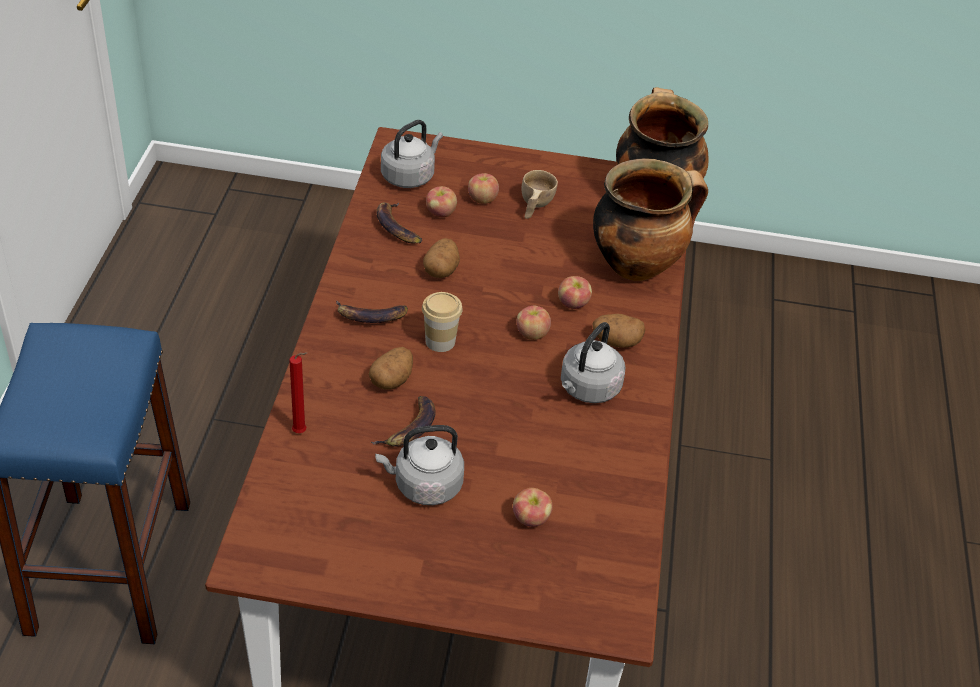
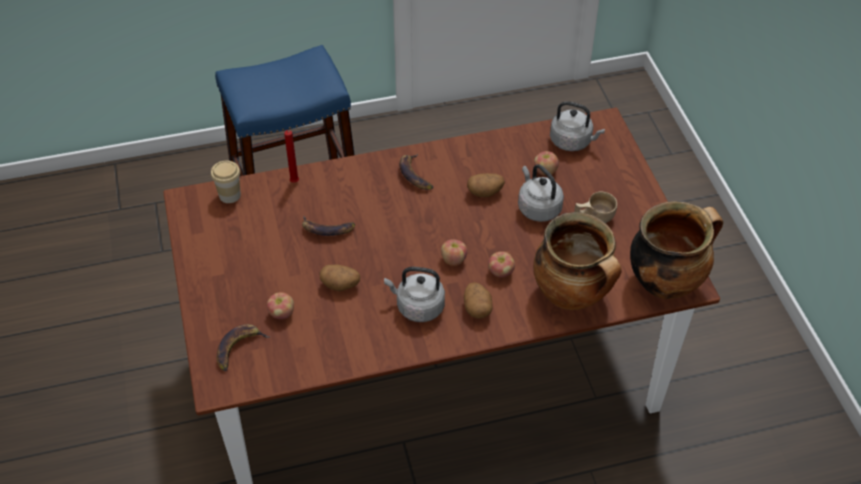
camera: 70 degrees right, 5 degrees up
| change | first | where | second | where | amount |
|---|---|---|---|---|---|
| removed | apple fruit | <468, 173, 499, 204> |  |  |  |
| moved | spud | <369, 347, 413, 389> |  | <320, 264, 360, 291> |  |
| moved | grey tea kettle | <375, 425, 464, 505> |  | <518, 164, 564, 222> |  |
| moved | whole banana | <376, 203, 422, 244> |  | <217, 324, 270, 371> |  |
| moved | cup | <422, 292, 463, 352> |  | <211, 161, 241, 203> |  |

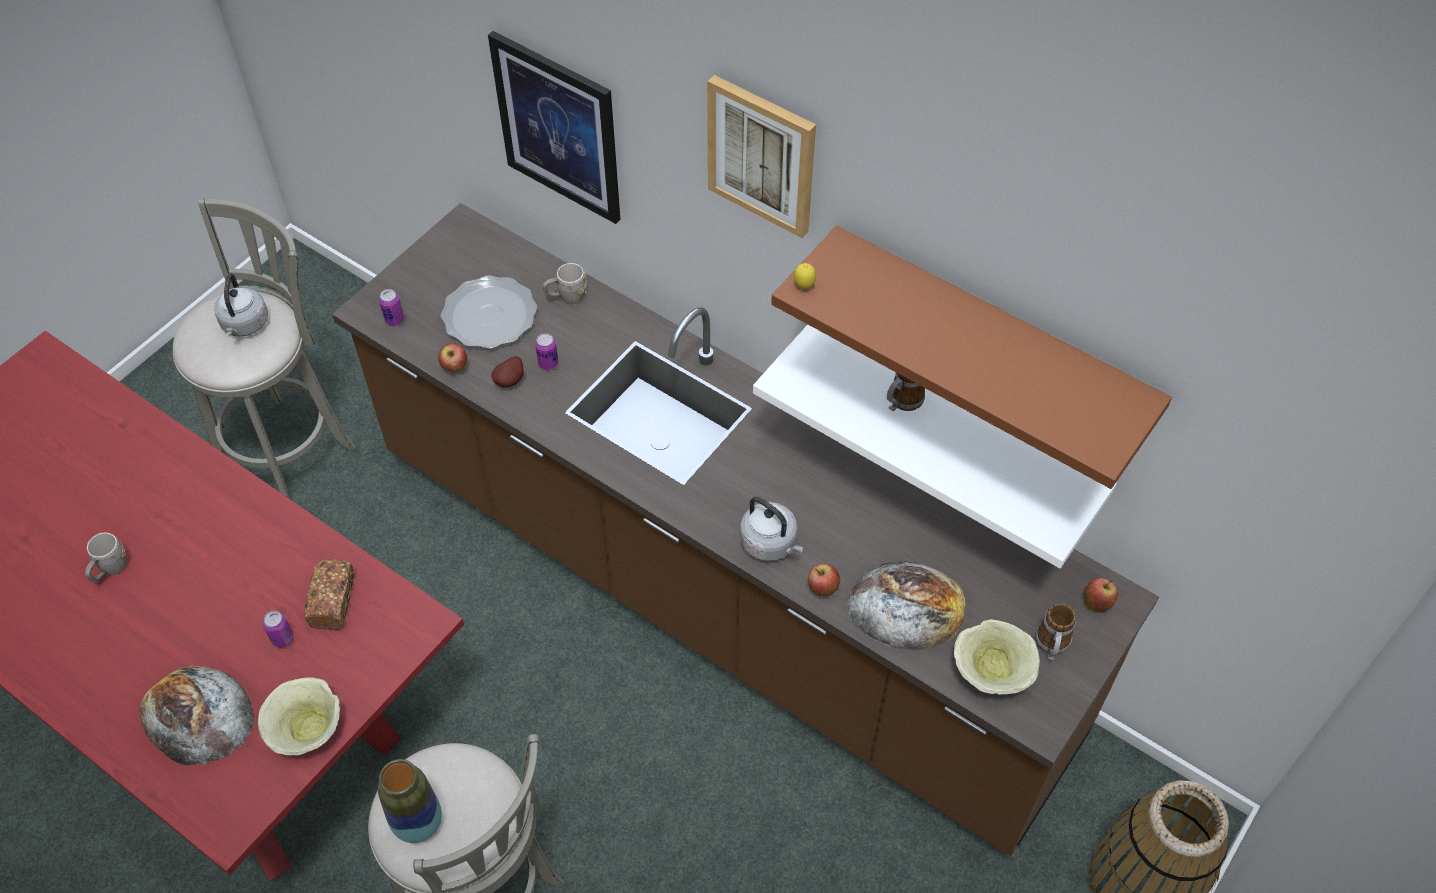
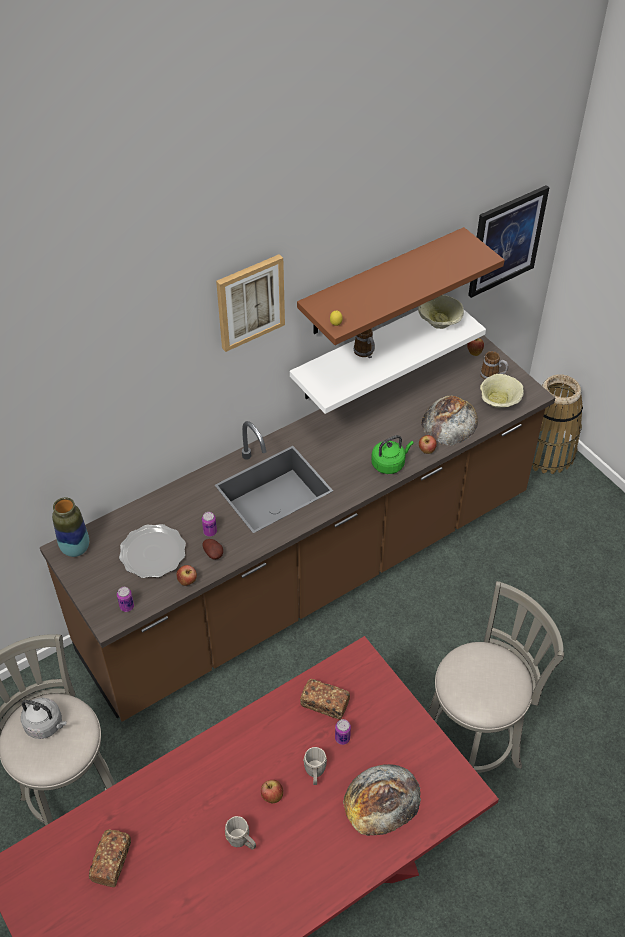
camera: 70 degrees left, 5 degrees down
| change | first | where | second | where | amount |
|---|---|---|---|---|---|
| added |  |  | bread | <89, 829, 131, 887> |  |
| added |  |  | apple fruit | <261, 780, 283, 803> |  |
| moved | beige-coloured bowl | <258, 677, 340, 755> |  | <418, 295, 464, 329> |  |
| moved | vase | <378, 759, 442, 843> |  | <52, 497, 89, 557> |  |
| moved | wall picture | <488, 31, 620, 224> |  | <468, 185, 550, 298> |  |
| moved | grey tea mug | <543, 263, 587, 304> |  | <303, 747, 327, 785> |  |
| recoloured | grey tea kettle | <740, 497, 804, 561> | greenish tea kettle | <371, 435, 414, 474> |  |

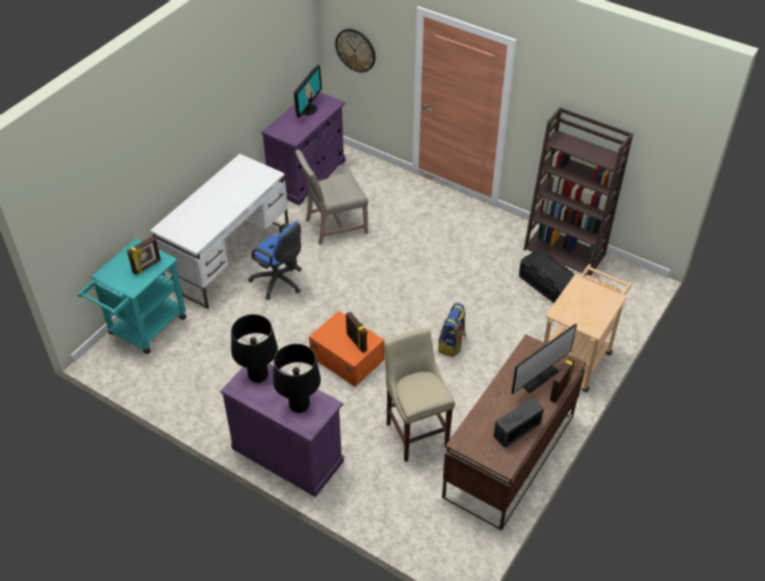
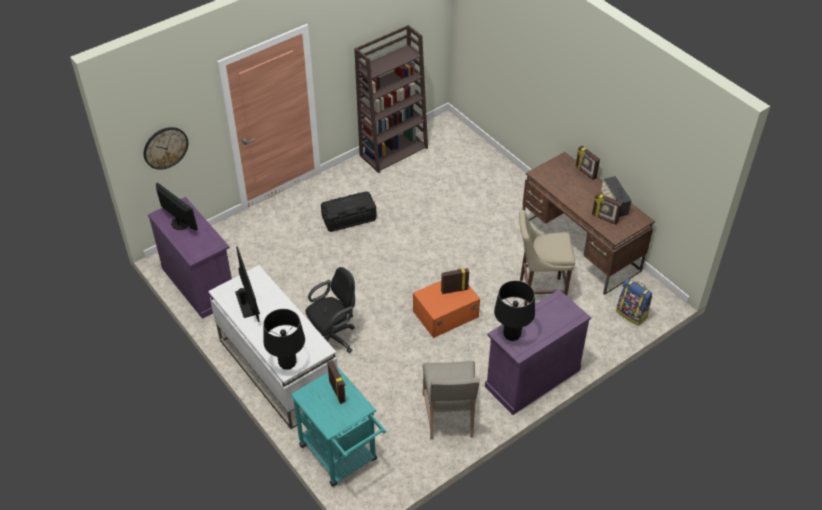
camera: 70 degrees left, 0 degrees up
| change | first | where | second | where | amount |
|---|---|---|---|---|---|
| removed | beige-coloured wheeled cart | <544, 264, 632, 393> |  |  |  |
| added |  |  | picture frame | <592, 193, 622, 225> |  |
| moved | black table lamp | <273, 344, 321, 413> |  | <263, 309, 305, 369> |  |
| moved | beige-coloured plain chair | <295, 150, 368, 245> |  | <423, 361, 480, 440> |  |
| moved | backpack | <438, 303, 466, 357> |  | <616, 278, 653, 326> |  |
| moved | monitor | <512, 323, 577, 394> |  | <235, 246, 260, 322> |  |
| moved | black storage container | <519, 249, 575, 303> |  | <321, 191, 377, 232> |  |
| recoloured | bluish computer chair | <248, 221, 302, 300> | black computer chair | <305, 267, 355, 353> |  |

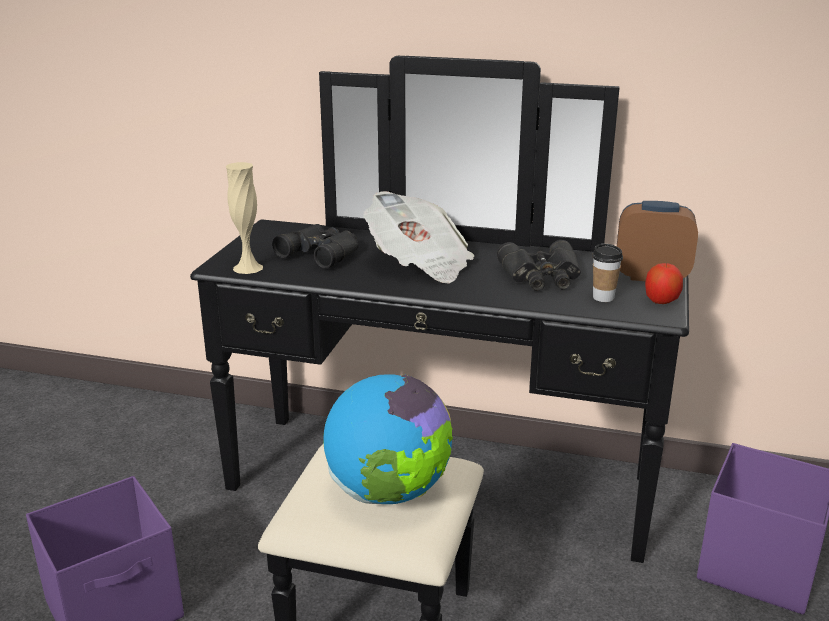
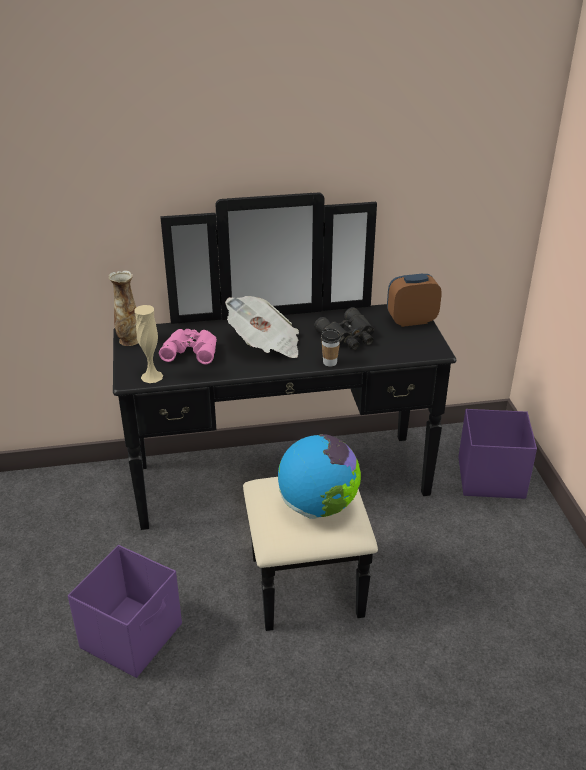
camera: 25 degrees left, 10 degrees up
| change | first | where | second | where | amount |
|---|---|---|---|---|---|
| removed | apple fruit | <645, 263, 683, 304> |  |  |  |
| added |  |  | vase | <108, 271, 138, 346> |  |
| moved | cup | <592, 244, 623, 302> |  | <321, 328, 341, 366> |  |
| recoloured | black binoculars | <272, 224, 359, 269> | pink-coloured binoculars | <159, 329, 217, 364> |  |

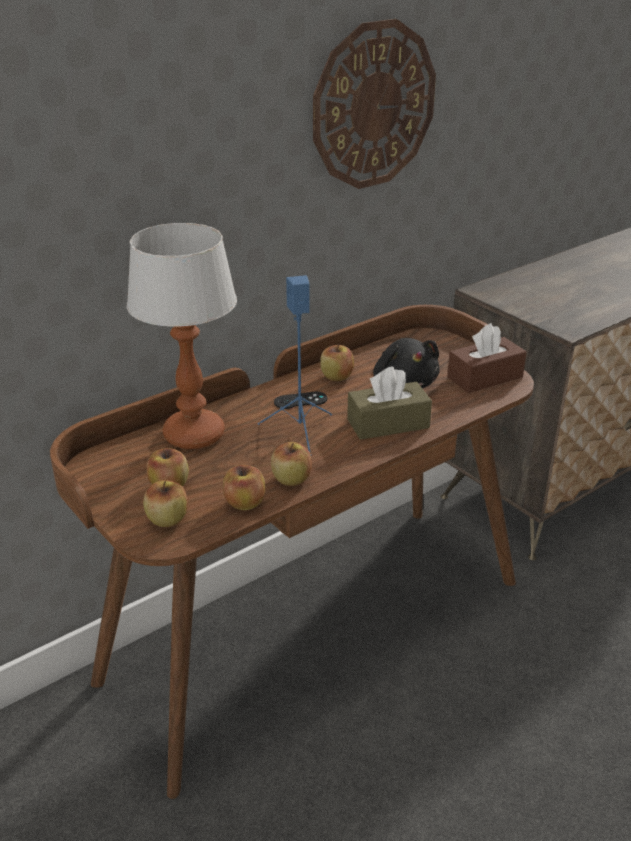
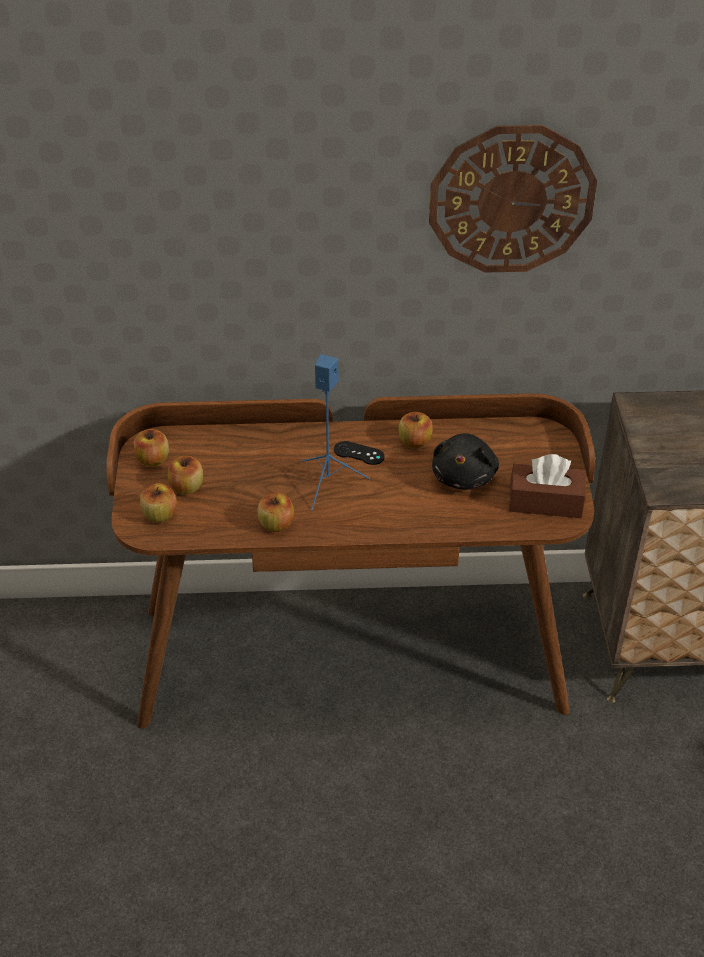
camera: 35 degrees right, 10 degrees up
| change | first | where | second | where | amount |
|---|---|---|---|---|---|
| removed | table lamp | <127, 223, 237, 449> |  |  |  |
| removed | brown tissue box | <347, 366, 432, 440> |  |  |  |
| moved | apple fruit | <223, 465, 265, 510> |  | <134, 429, 169, 467> |  |

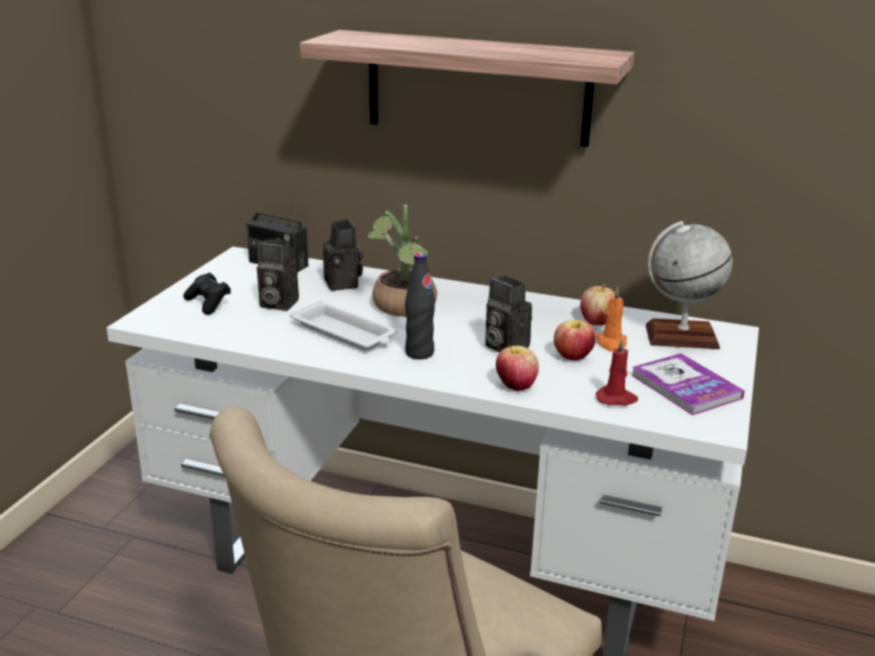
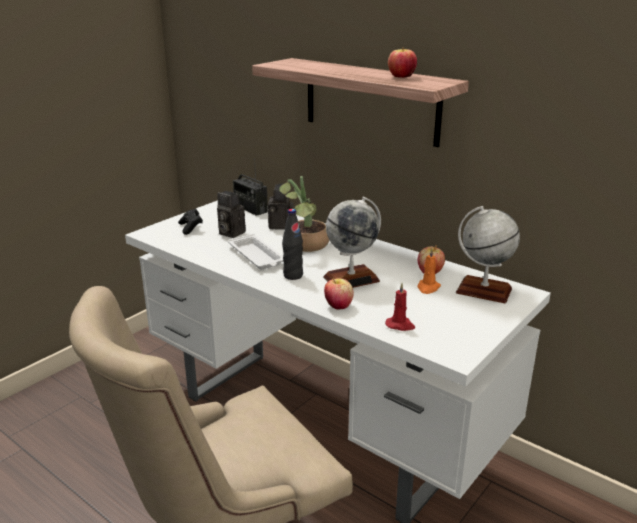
camera: 20 degrees right, 0 degrees up
| change | first | where | second | where | amount |
|---|---|---|---|---|---|
| removed | book | <631, 353, 745, 415> |  |  |  |
| moved | apple fruit | <554, 320, 596, 360> |  | <388, 48, 417, 78> |  |
| replaced | photo camera | <485, 276, 532, 352> | desk globe | <323, 197, 381, 288> |  |

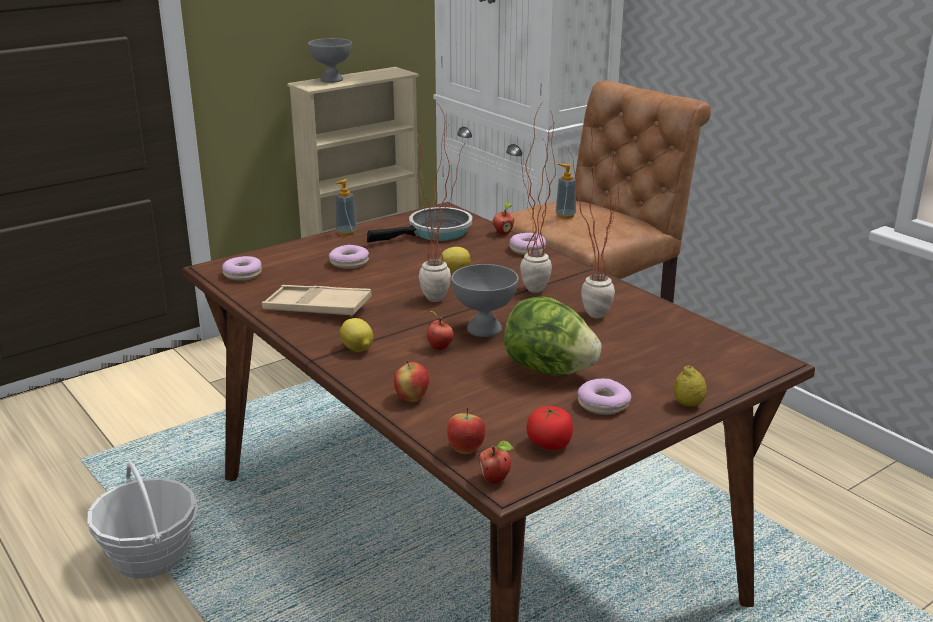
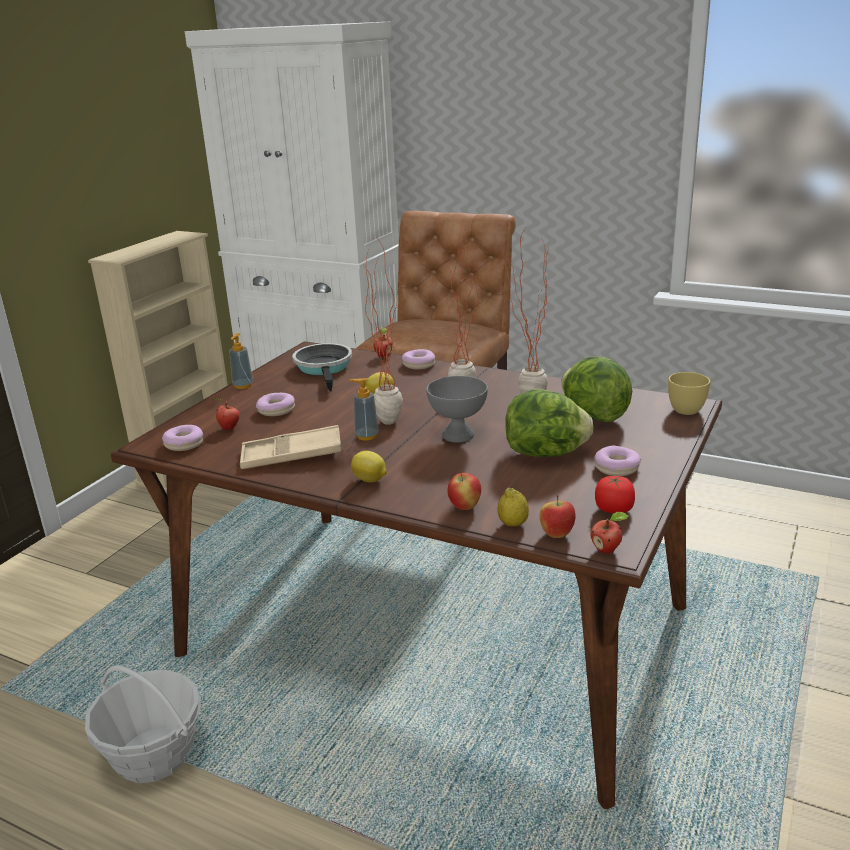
camera: 25 degrees left, 0 degrees up
| change | first | where | second | where | amount |
|---|---|---|---|---|---|
| removed | grey bowl | <308, 38, 352, 83> |  |  |  |
| added |  |  | head of lettuce | <561, 357, 632, 422> |  |
| added |  |  | yellow-coloured cup | <668, 372, 710, 415> |  |
| moved | apple fruit | <427, 311, 454, 350> |  | <210, 399, 240, 430> |  |
| moved | soap dispenser | <556, 163, 576, 219> |  | <350, 378, 379, 441> |  |
| moved | whole lemon | <674, 365, 707, 407> |  | <498, 488, 529, 527> |  |
| turned | frying pan | <367, 207, 473, 243> |  | <292, 343, 352, 391> | 45 degrees counterclockwise |

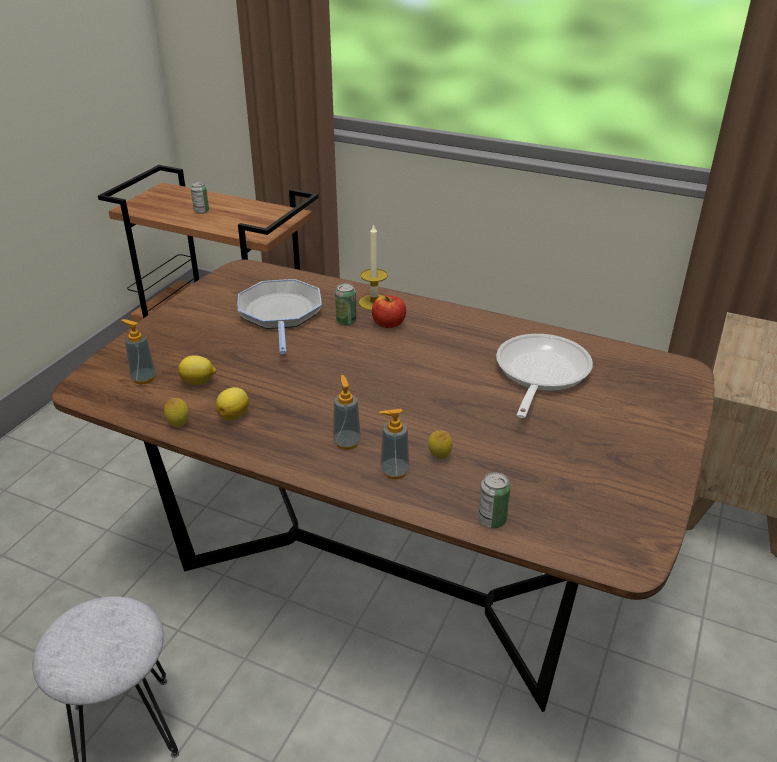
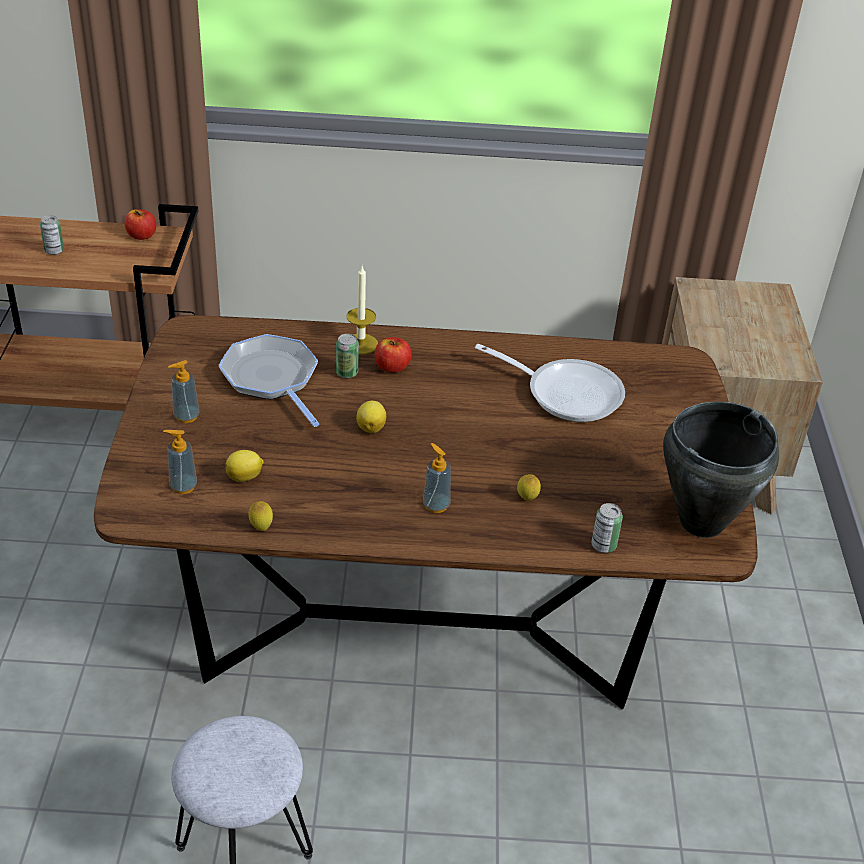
camera: 25 degrees left, 5 degrees up
| change | first | where | second | where | amount |
|---|---|---|---|---|---|
| added |  |  | apple fruit | <125, 209, 156, 240> |  |
| added |  |  | black cooking pot | <663, 401, 779, 538> |  |
| moved | whole lemon | <216, 387, 249, 421> |  | <356, 401, 386, 433> |  |
| moved | soap dispenser | <379, 409, 409, 479> |  | <168, 360, 199, 423> |  |
| turned | frying pan | <496, 334, 593, 418> |  | <475, 344, 625, 422> | 120 degrees clockwise |

